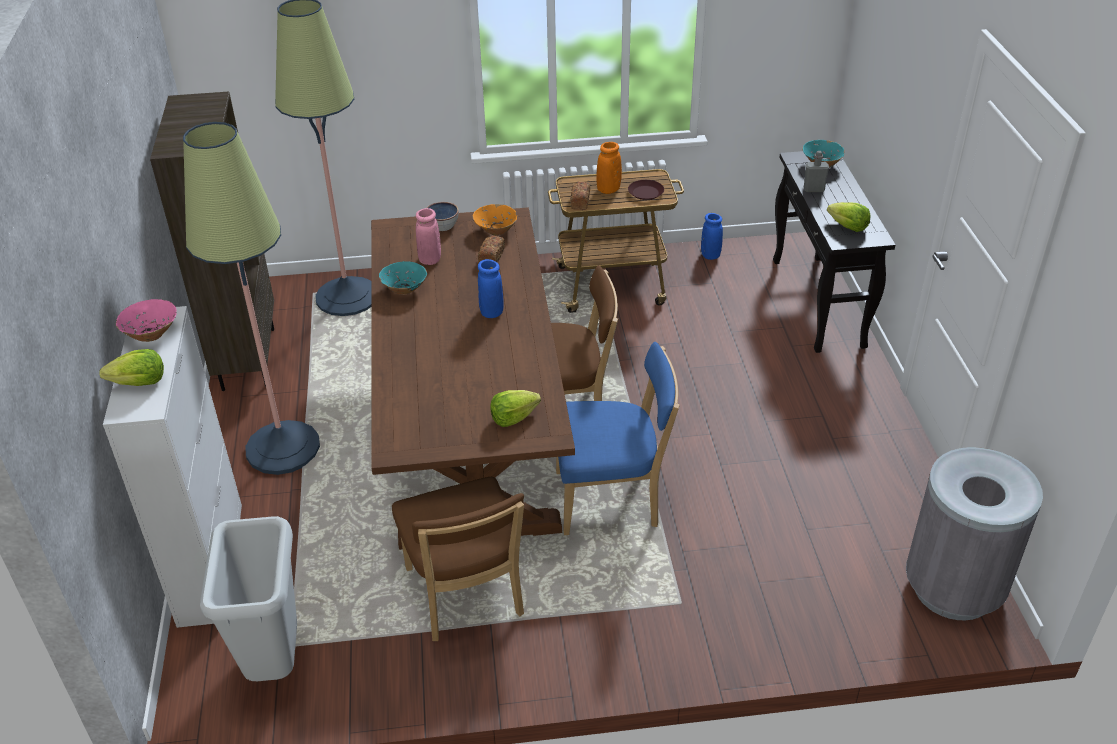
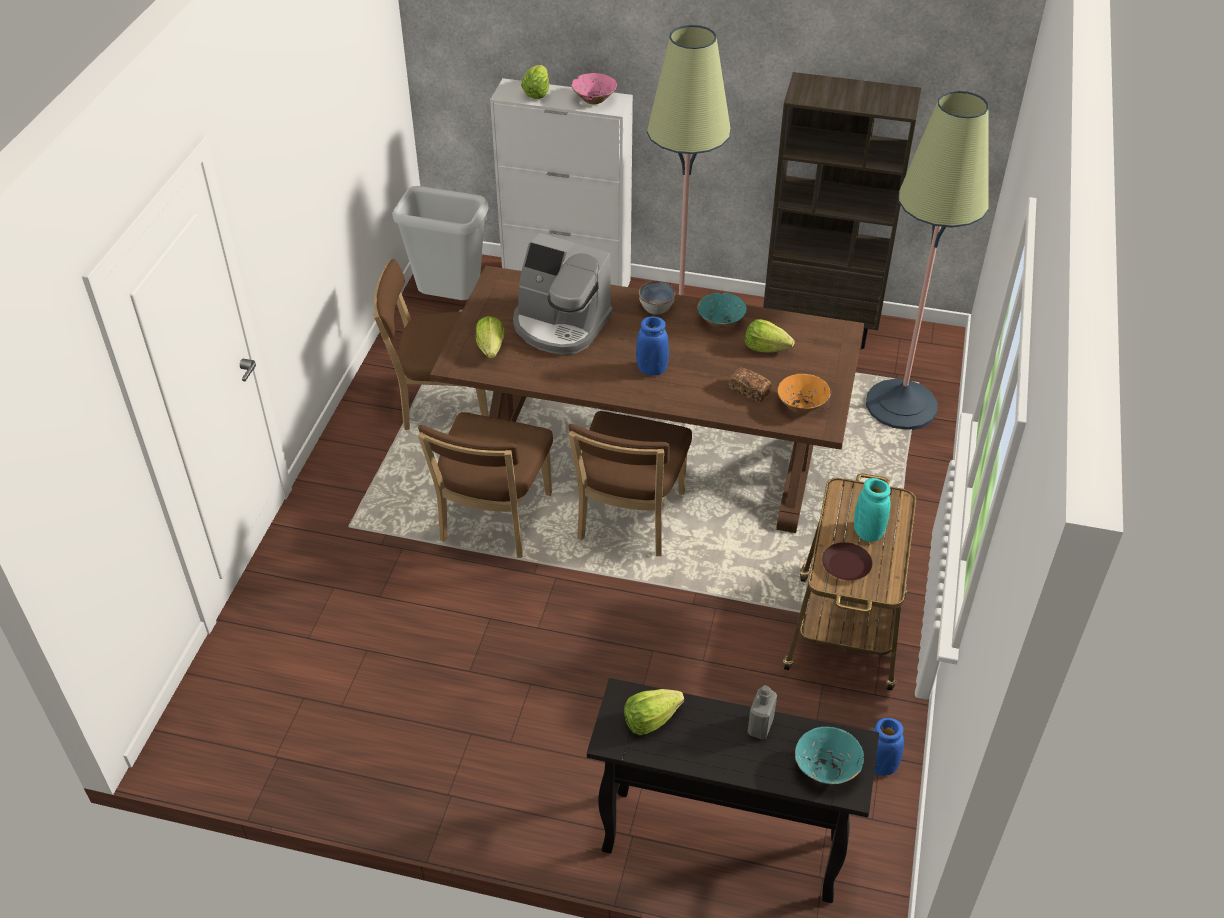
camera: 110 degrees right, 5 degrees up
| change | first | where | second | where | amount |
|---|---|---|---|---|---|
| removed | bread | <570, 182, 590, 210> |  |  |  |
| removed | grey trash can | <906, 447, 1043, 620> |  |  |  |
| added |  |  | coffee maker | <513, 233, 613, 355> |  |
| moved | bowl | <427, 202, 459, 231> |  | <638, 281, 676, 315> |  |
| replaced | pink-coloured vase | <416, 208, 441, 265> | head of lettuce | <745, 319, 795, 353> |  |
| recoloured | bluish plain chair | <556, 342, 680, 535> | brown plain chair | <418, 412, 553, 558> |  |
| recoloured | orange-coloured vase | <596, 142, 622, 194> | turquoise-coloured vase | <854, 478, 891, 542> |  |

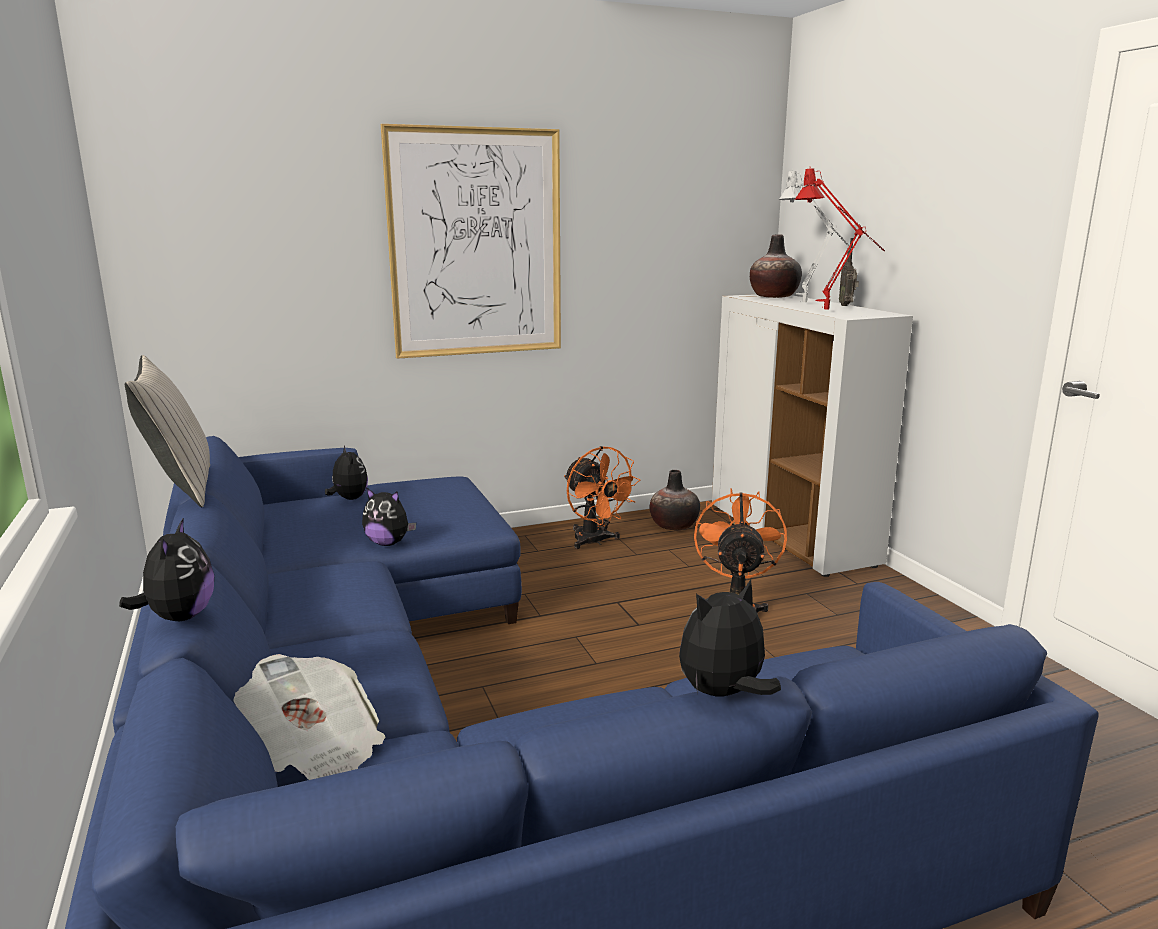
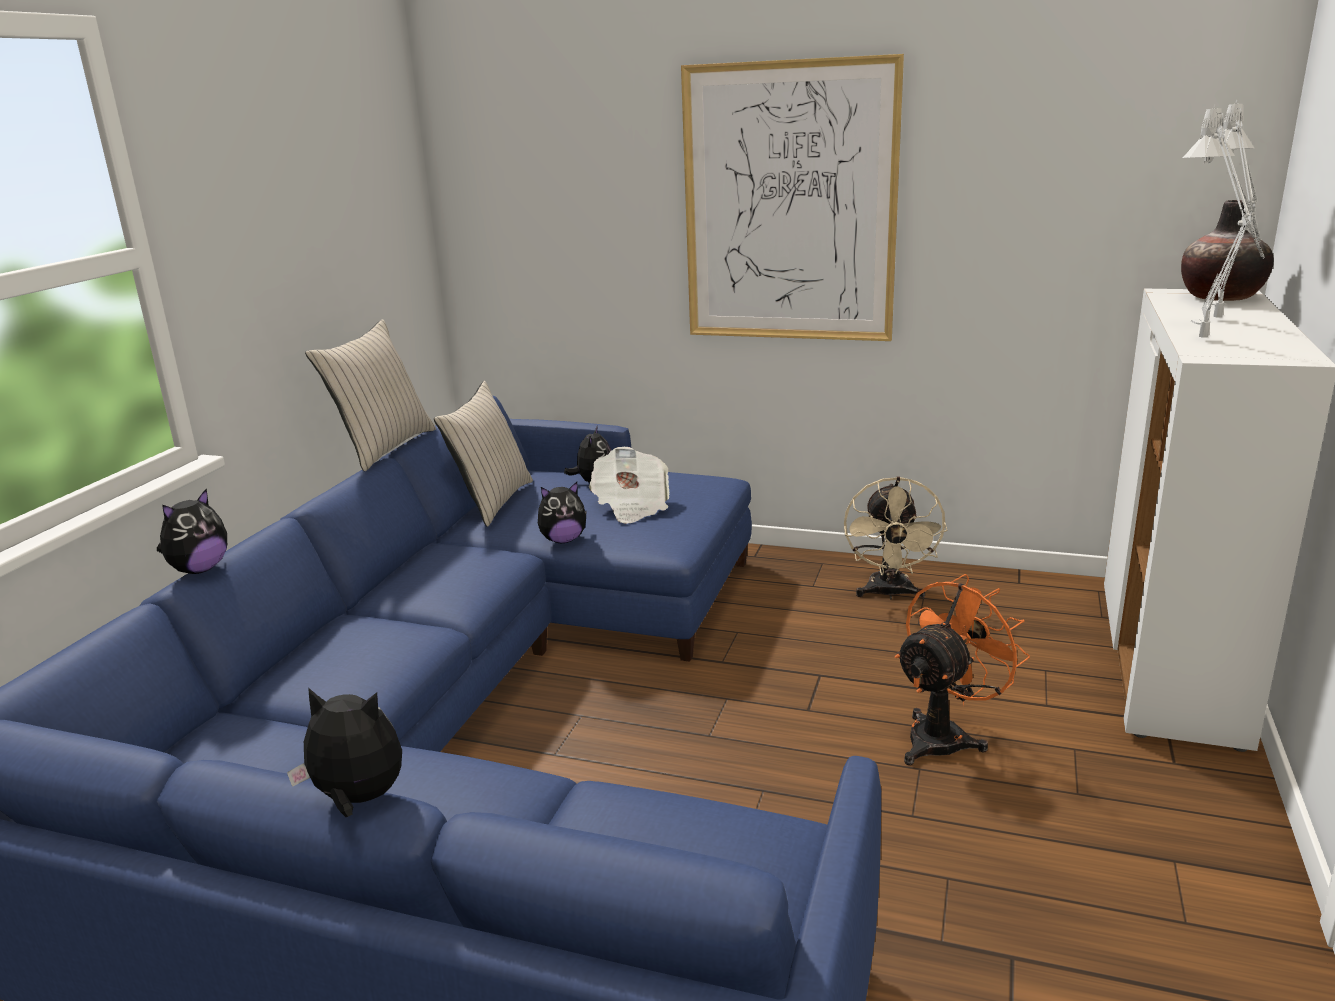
camera: 40 degrees right, 5 degrees up
| change | first | where | second | where | amount |
|---|---|---|---|---|---|
| removed | vase | <649, 470, 700, 530> |  |  |  |
| removed | radio receiver | <839, 238, 859, 306> |  |  |  |
| added |  |  | beige-coloured pillow | <434, 381, 533, 527> |  |
| moved | printed paper | <233, 654, 386, 780> |  | <589, 447, 669, 524> |  |
| recoloured | orange-coloured fan | <564, 446, 640, 549> | beige-coloured fan | <844, 477, 947, 600> |  |
| recoloured | red table lamp | <795, 166, 885, 310> | grey table lamp | <1183, 104, 1264, 338> |  |
| turned | cuddly toy | <362, 487, 416, 546> |  | <538, 482, 587, 543> | 75 degrees counterclockwise |

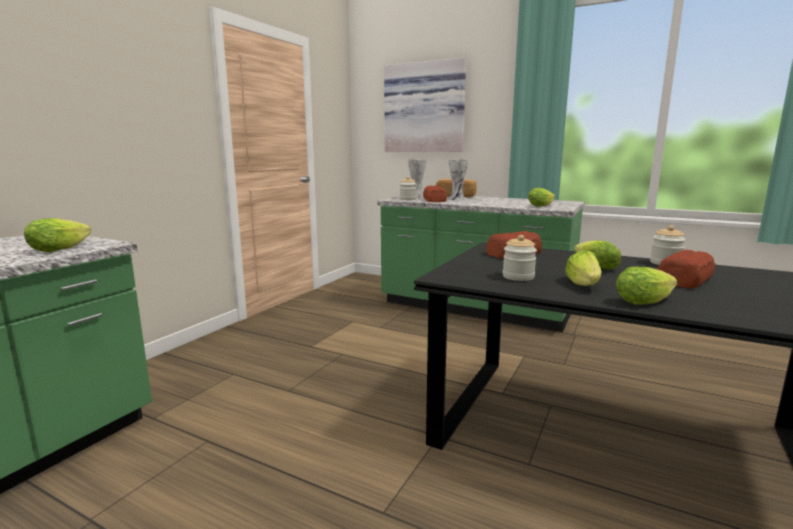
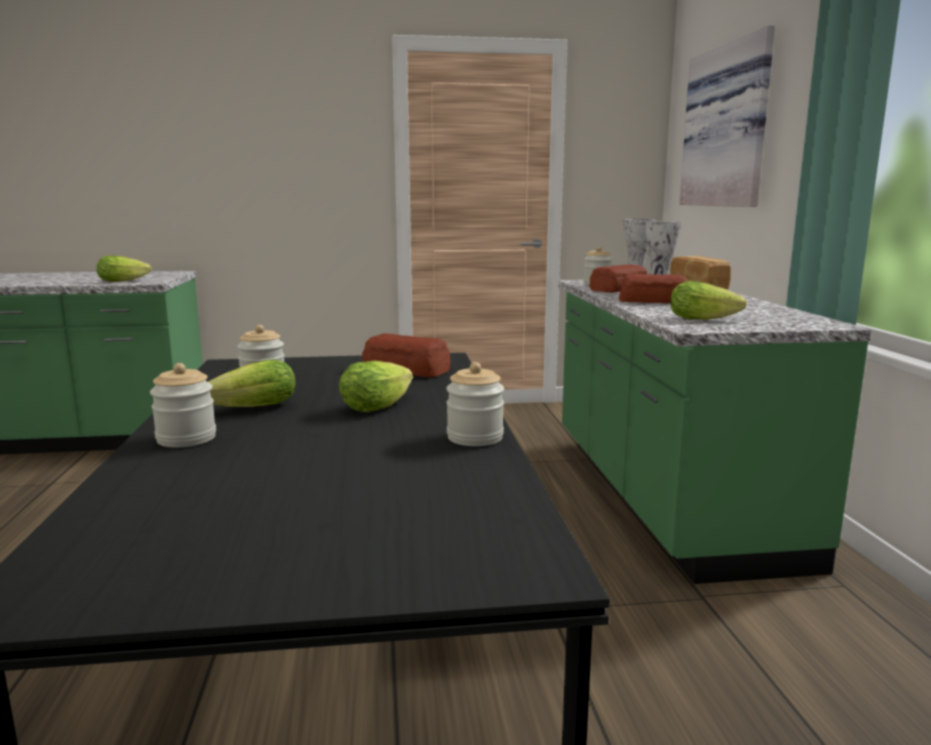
camera: 55 degrees right, 0 degrees up
| change | first | where | second | where | amount |
|---|---|---|---|---|---|
| moved | bread | <657, 250, 716, 288> |  | <619, 274, 688, 303> |  |
| replaced | head of lettuce | <616, 267, 677, 305> | jar | <150, 363, 216, 447> |  |

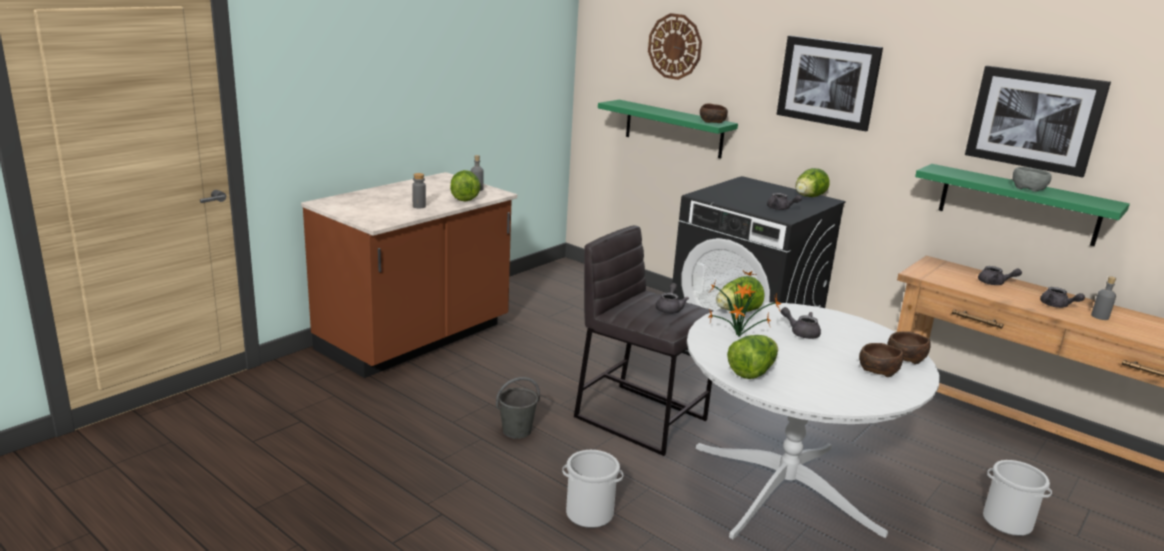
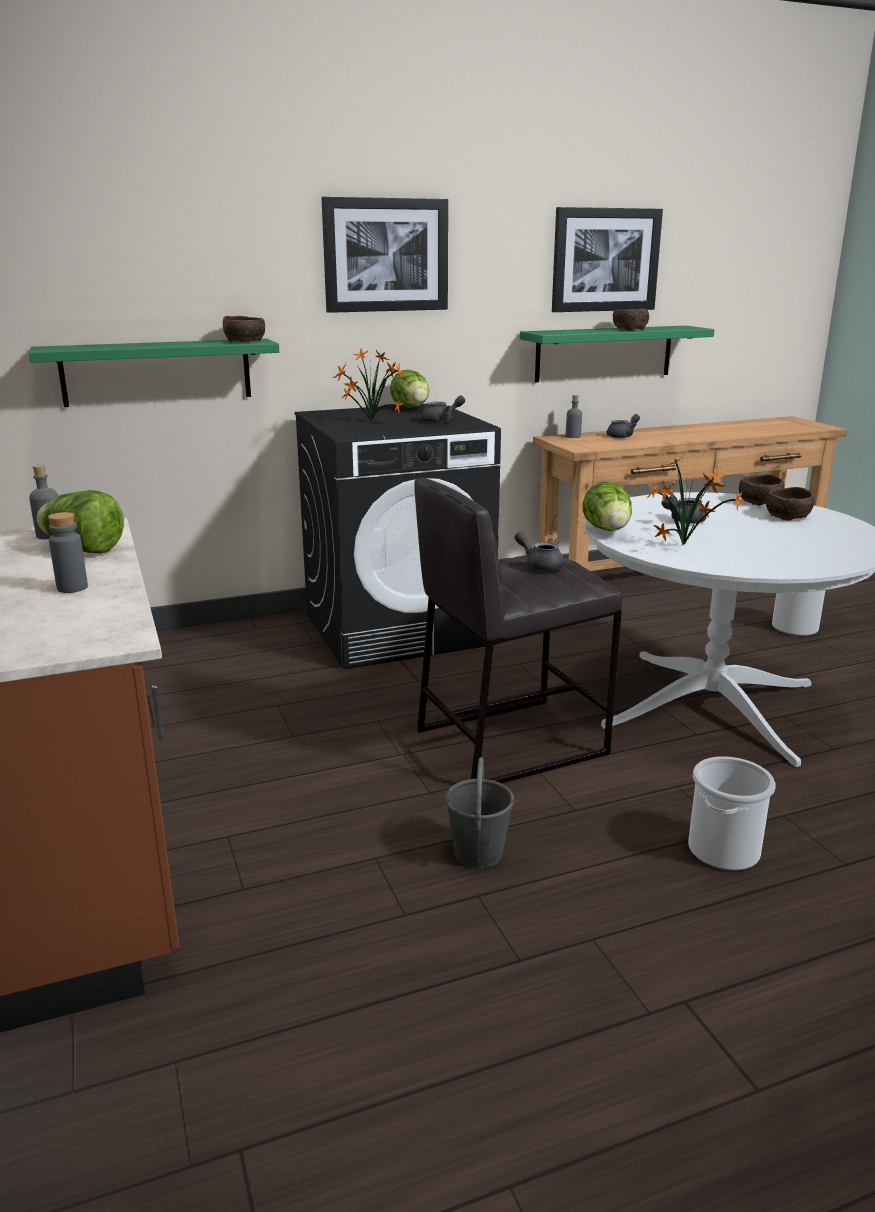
camera: 60 degrees left, 0 degrees up
| change | first | where | second | where | amount |
|---|---|---|---|---|---|
| removed | hanging clock | <648, 13, 702, 80> |  |  |  |
| removed | head of lettuce | <727, 335, 778, 379> |  |  |  |
| removed | grey tea pot | <1040, 287, 1085, 308> |  |  |  |
| added |  |  | plant in a pot | <333, 349, 404, 421> |  |
| moved | grey beverage bottle | <1091, 276, 1116, 320> |  | <566, 395, 582, 438> |  |
| recoloured | grey bowl | <1013, 167, 1051, 192> | brown bowl | <613, 309, 649, 331> |  |

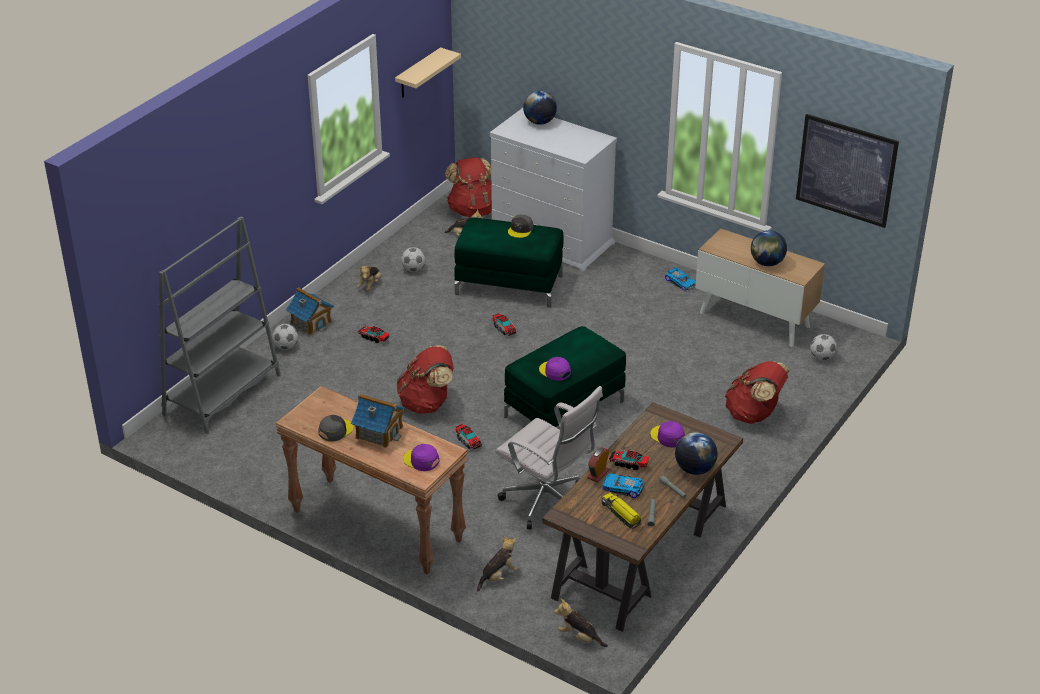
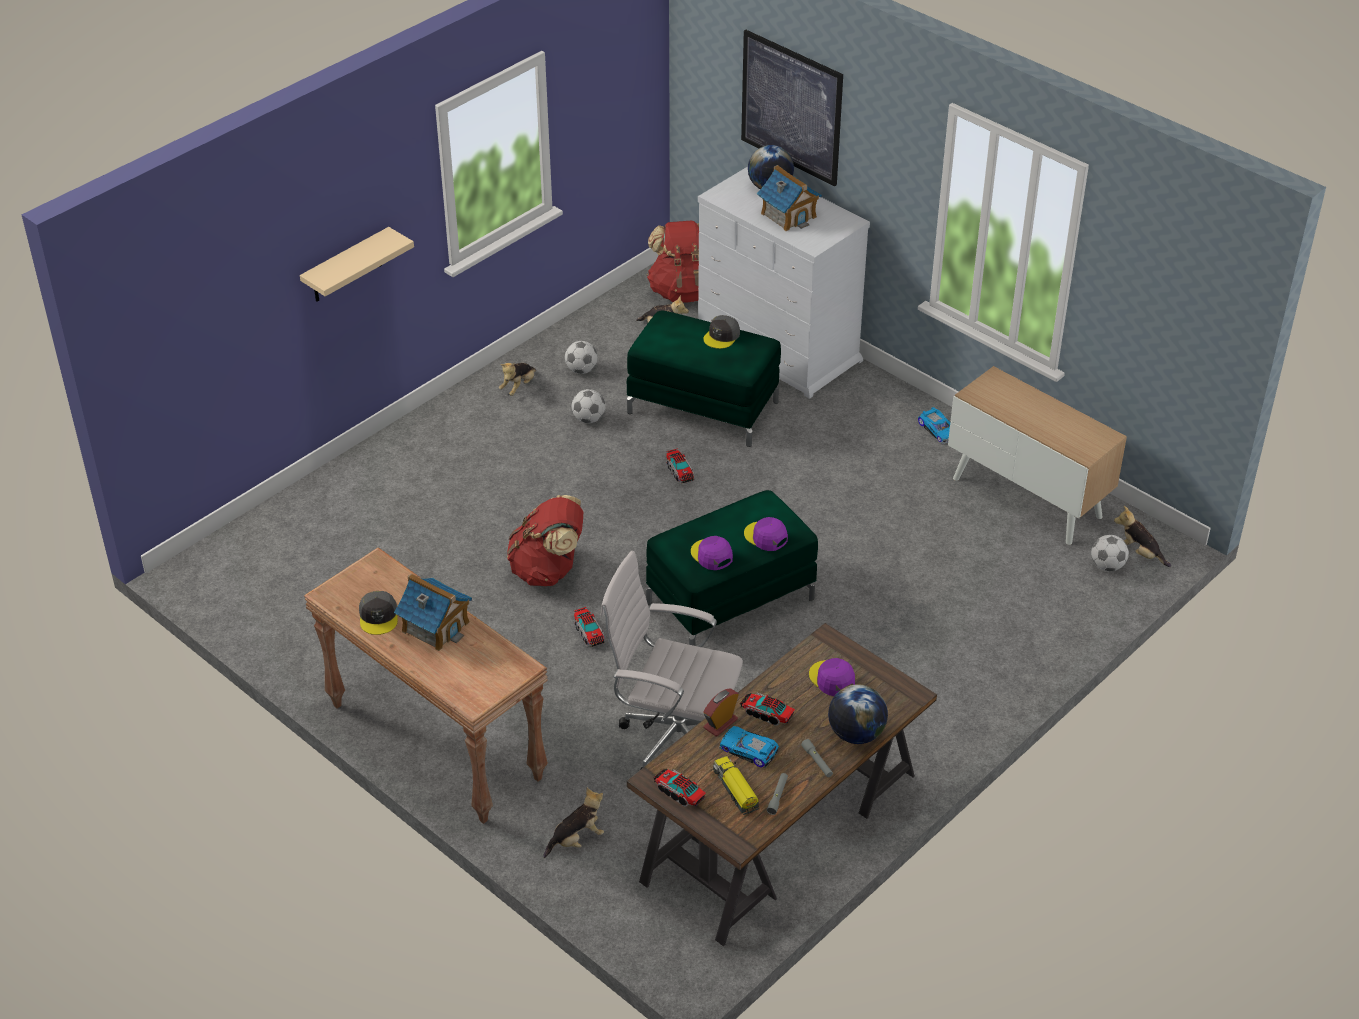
camera: 10 degrees right, 5 degrees up
| change | first | where | second | where | amount |
|---|---|---|---|---|---|
| removed | grey bookshelf | <159, 217, 281, 434> |  |  |  |
| removed | red backpack | <725, 361, 790, 424> |  |  |  |
| removed | desk globe | <751, 230, 787, 266> |  |  |  |
| moved | football ball | <272, 324, 298, 350> |  | <572, 389, 606, 423> |  |
| moved | model house | <286, 287, 334, 335> |  | <757, 165, 822, 231> |  |
| moved | model truck | <358, 326, 389, 344> |  | <653, 769, 706, 807> |  |
| moved | beige-coloured shelf | <395, 47, 461, 98> |  | <300, 227, 414, 302> |  |
| moved | purple cap | <403, 444, 439, 471> |  | <744, 517, 788, 551> |  |
| moved | cuddly toy | <554, 599, 608, 647> |  | <1114, 506, 1171, 567> |  |
| moved | wall picture | <796, 114, 899, 228> |  | <741, 30, 843, 186> |  |
| turned | grey cap | <319, 415, 354, 442> |  | <359, 591, 398, 635> | 120 degrees clockwise |
| turned | white computer chair | <495, 386, 603, 529> |  | <601, 551, 743, 770> | 150 degrees clockwise |

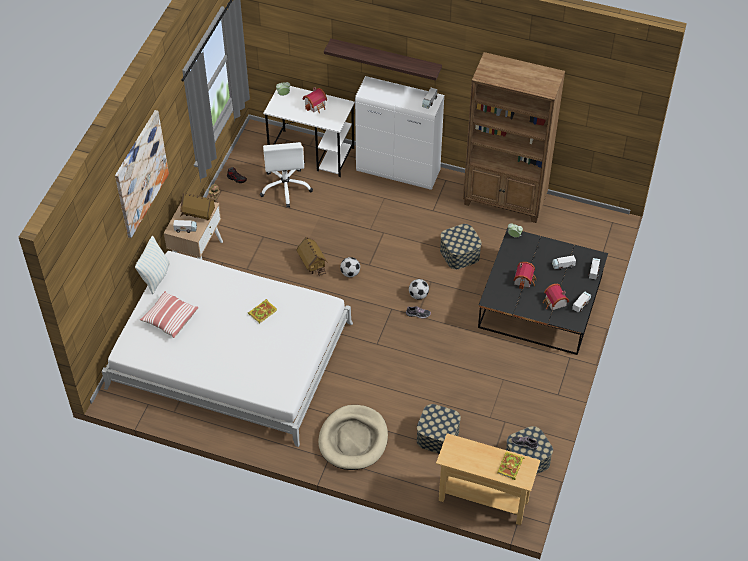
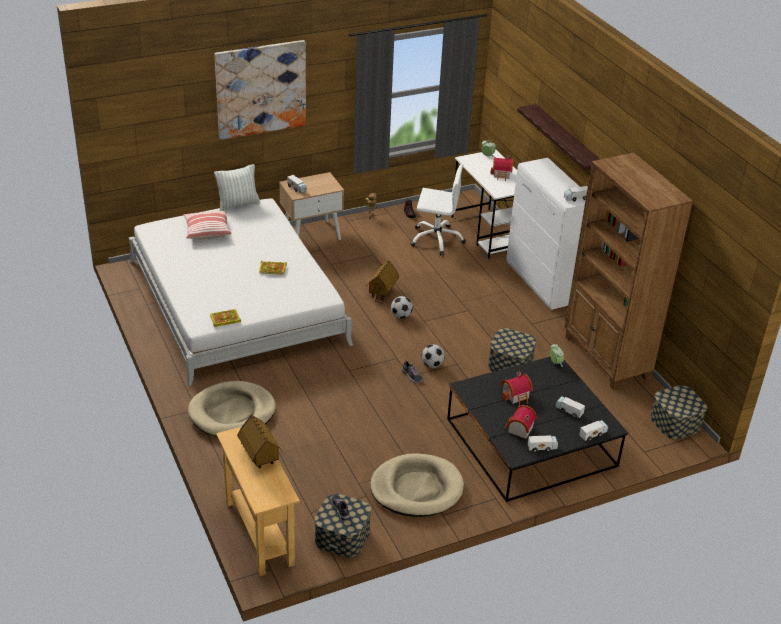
camera: 45 degrees right, 15 degrees down
| change | first | where | second | where | amount |
|---|---|---|---|---|---|
| added |  |  | beige-coloured pet bed | <370, 453, 464, 517> |  |
| moved | model house | <180, 193, 216, 221> |  | <237, 414, 283, 468> |  |
| moved | storage container | <417, 404, 461, 453> |  | <650, 385, 707, 439> |  |
| moved | book | <498, 451, 524, 480> |  | <210, 309, 241, 327> |  |
| turned | white computer chair | <260, 142, 313, 208> |  | <410, 164, 466, 255> | 120 degrees counterclockwise |

